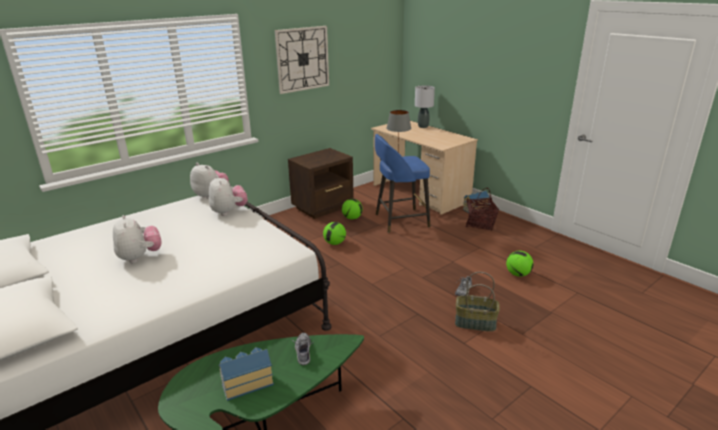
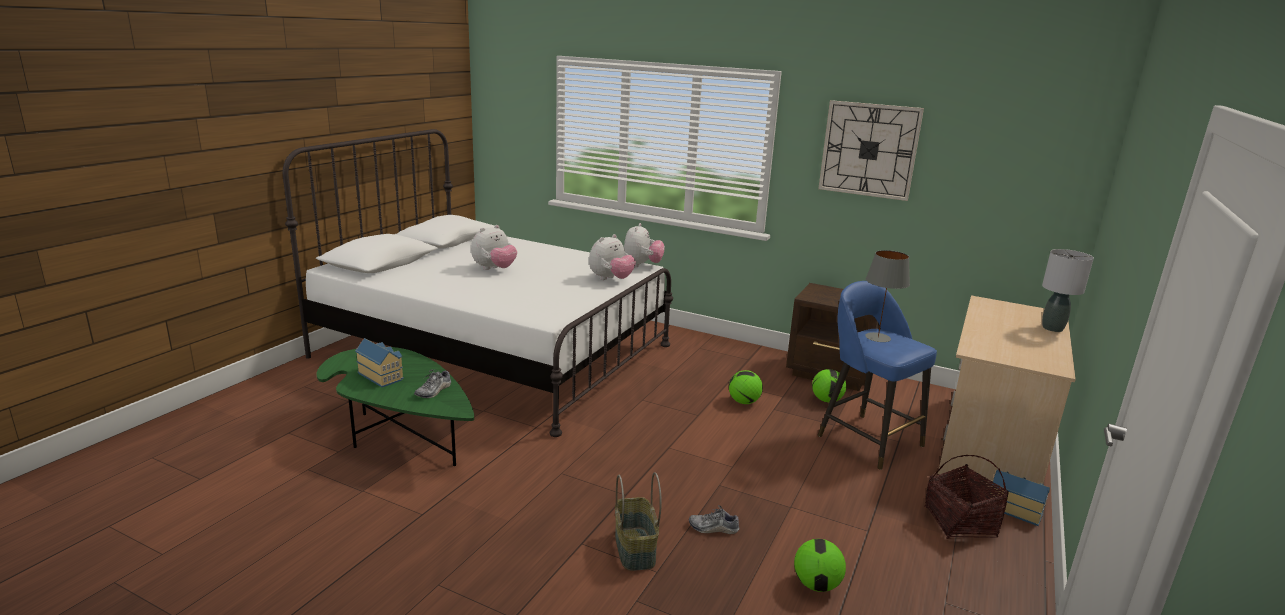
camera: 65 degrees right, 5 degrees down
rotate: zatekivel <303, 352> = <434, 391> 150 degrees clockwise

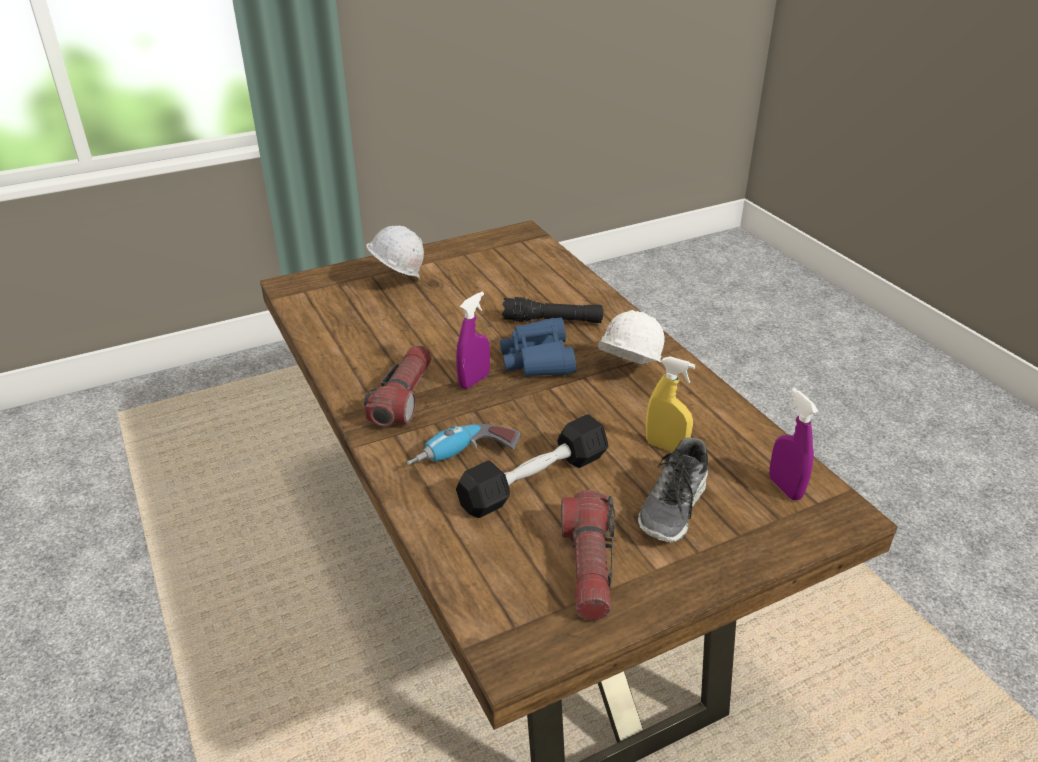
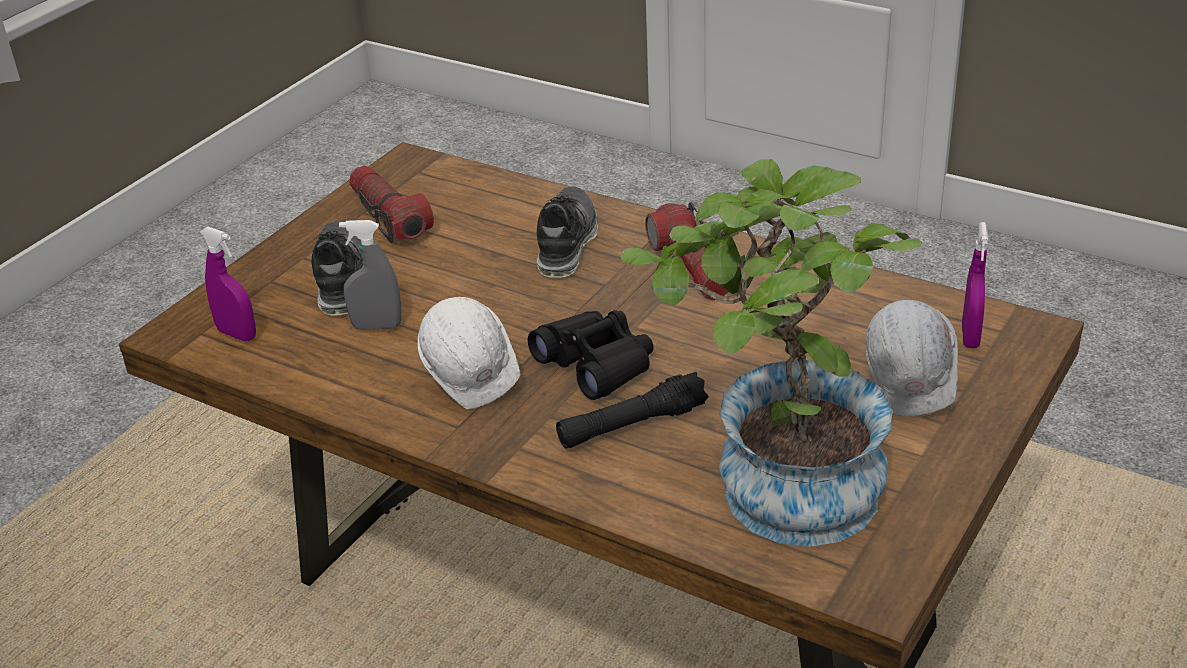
camera: 150 degrees right, 0 degrees up
delete: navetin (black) <534, 480>
insert: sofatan <776, 496>
move: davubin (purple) <474, 381> to <970, 336>
replace: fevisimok <464, 458> to zatekivel <566, 244>
recolor: davubin (yellow) <666, 447> to davubin (grey) <377, 326>; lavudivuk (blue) <538, 359> to lavudivuk (black) <596, 364>

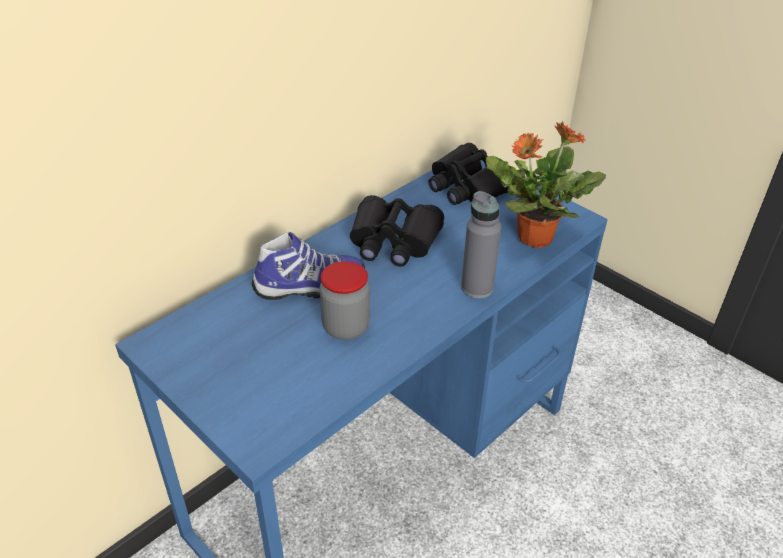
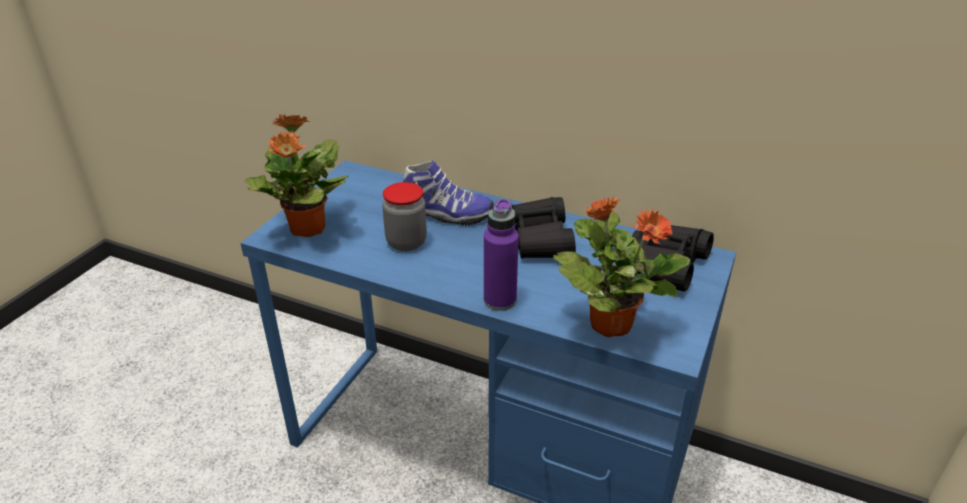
camera: 70 degrees right, 5 degrees down
insert: sofatan <307, 229>
recolor: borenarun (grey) <477, 288> to borenarun (purple) <500, 300>
rotate: zatekivel <310, 287> = <444, 215> 45 degrees counterclockwise

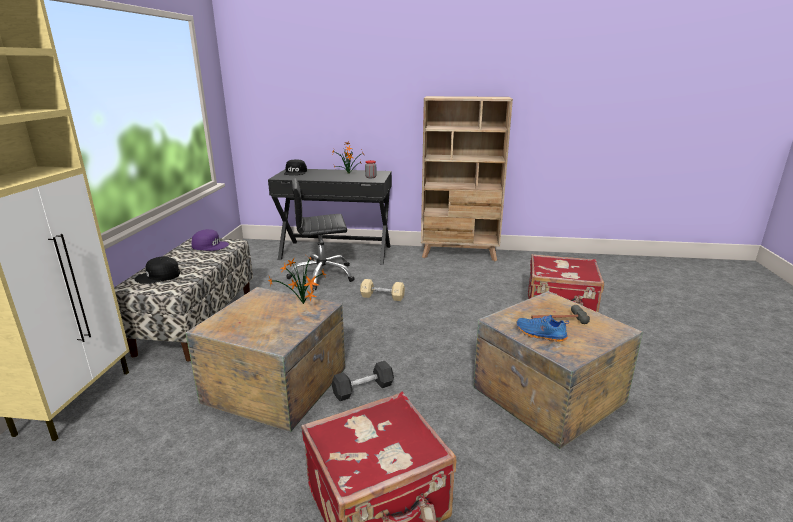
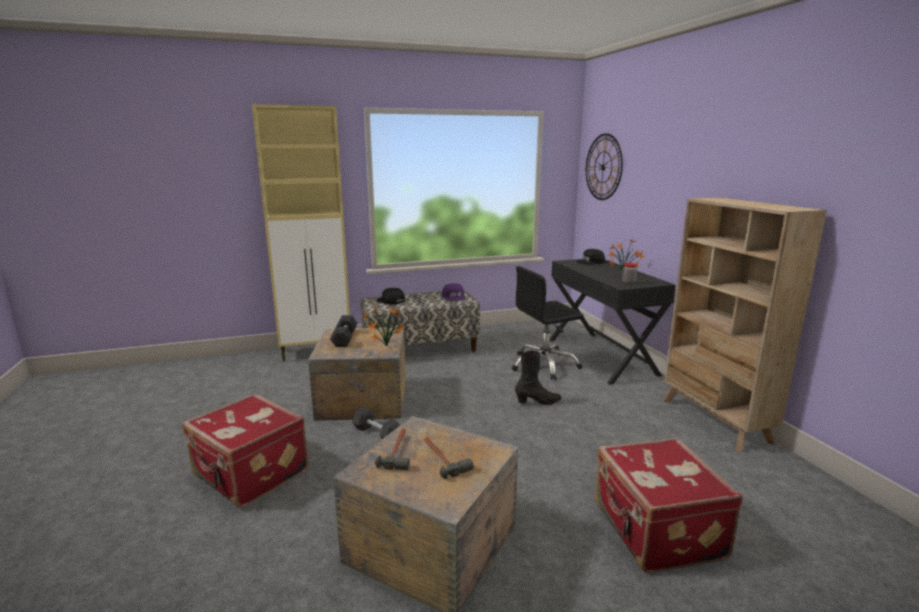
camera: 65 degrees right, 5 degrees down
insert: navetin (black) <344, 338>; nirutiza <603, 167>
replace: zatekivel (blue) <540, 335> to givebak <398, 452>; navetin (beige) <382, 297> to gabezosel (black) <538, 402>
rotate: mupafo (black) <322, 275> = <544, 365> 75 degrees counterclockwise

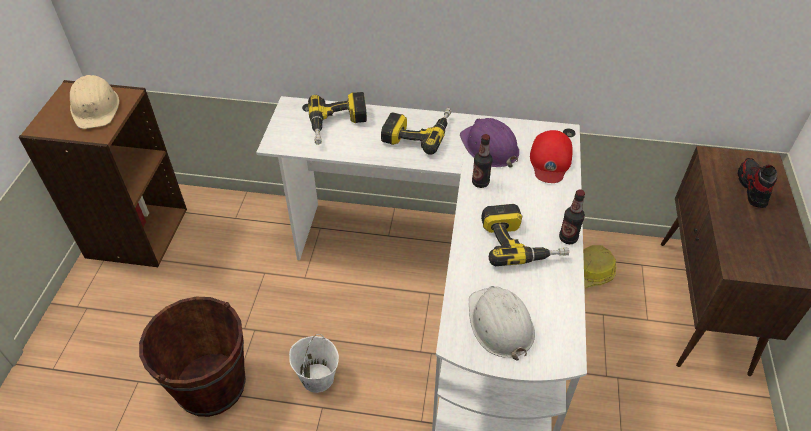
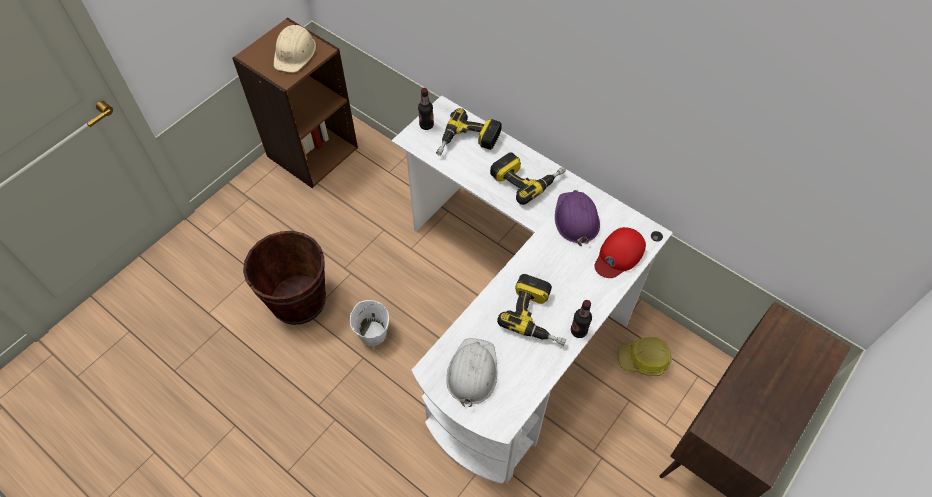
camera: 30 degrees right, 10 degrees up
delete: zatekivel <752, 187>
move: borenarun <480, 183> to <426, 125>

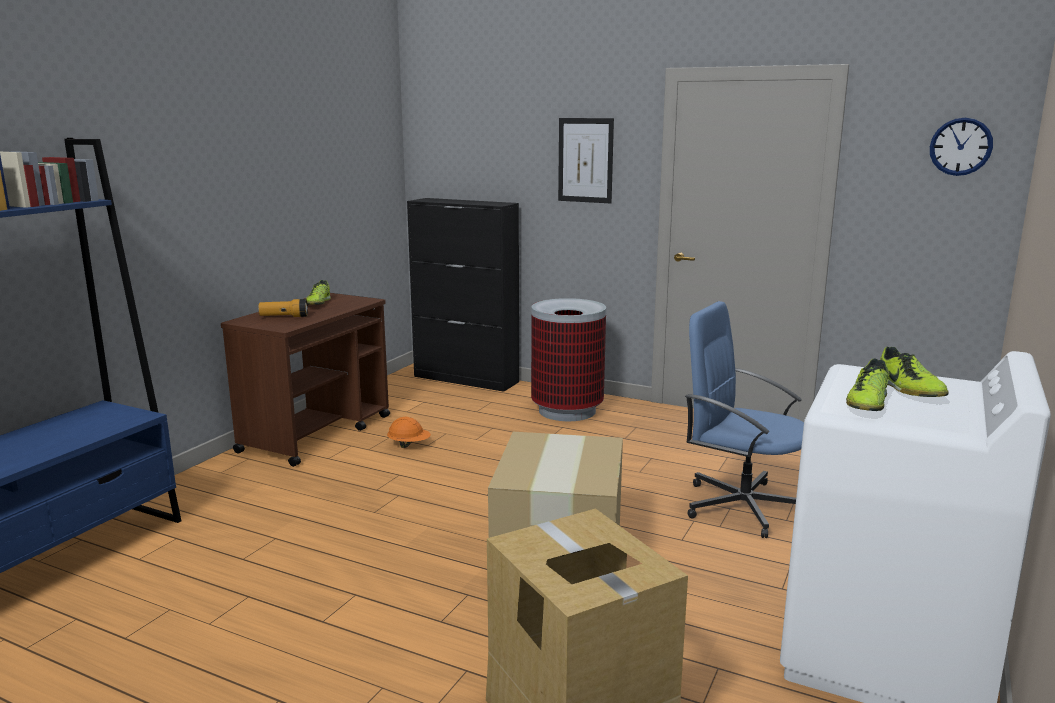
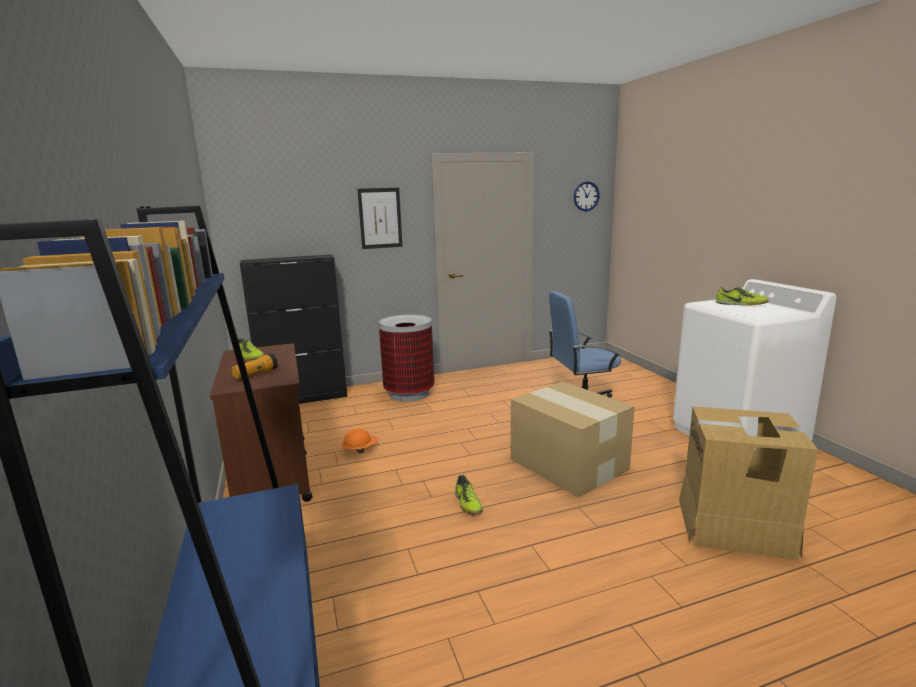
camera: 45 degrees left, 0 degrees up
move: zatekivel <867, 404> to <467, 503>

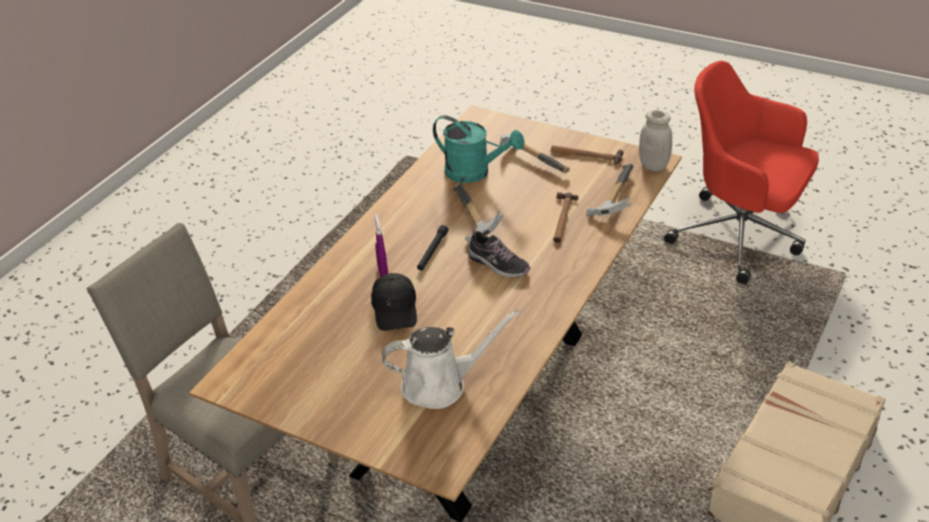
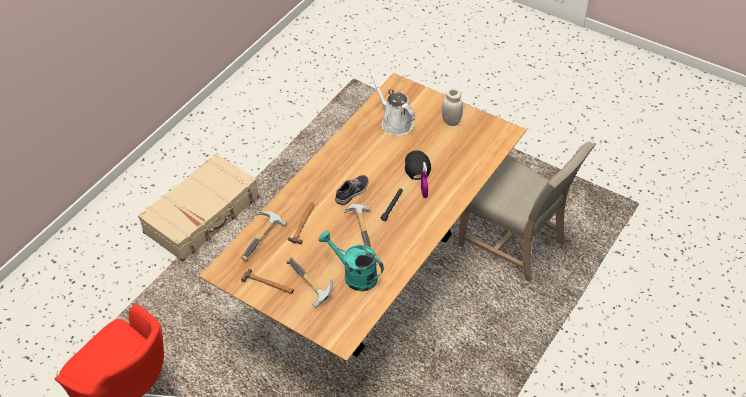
camera: 175 degrees left, 10 degrees up
move: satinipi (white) <654, 165> to <451, 121>
rotate: zatekivel <498, 264> = <352, 192> 90 degrees clockwise; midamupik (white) <440, 385> = <394, 122> 60 degrees clockwise

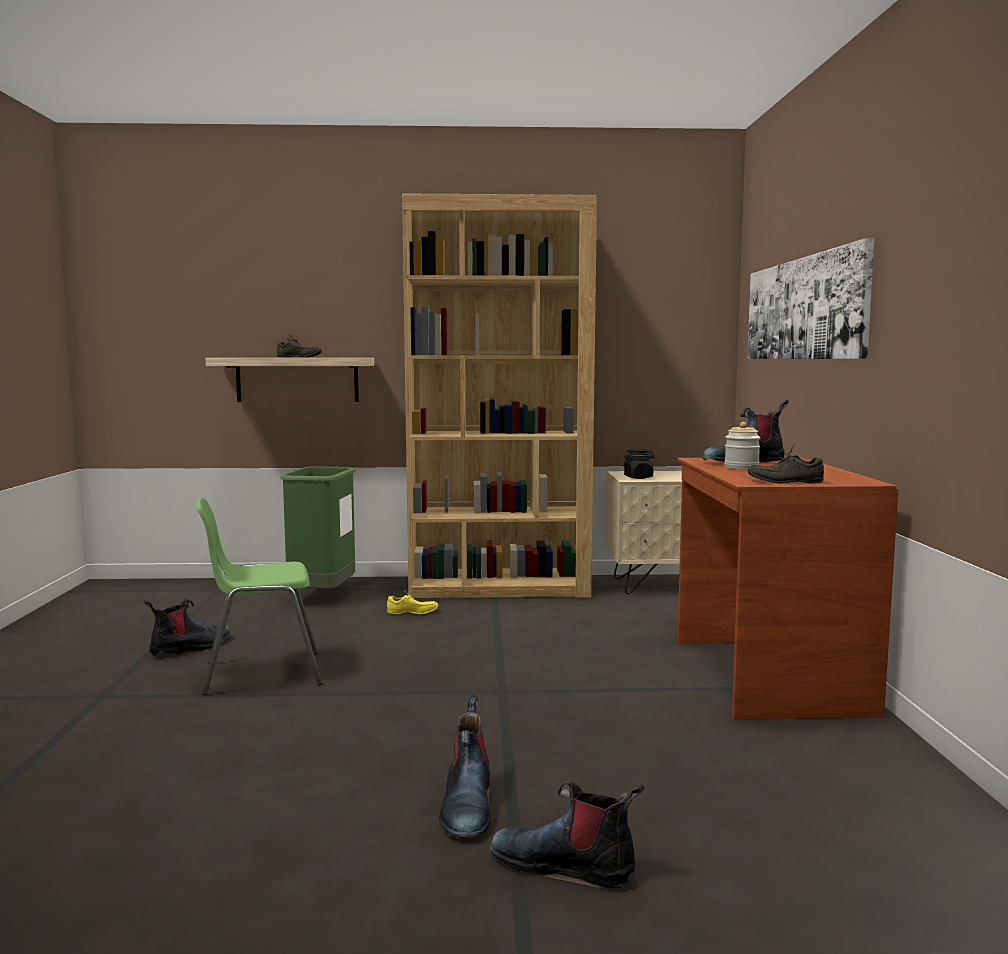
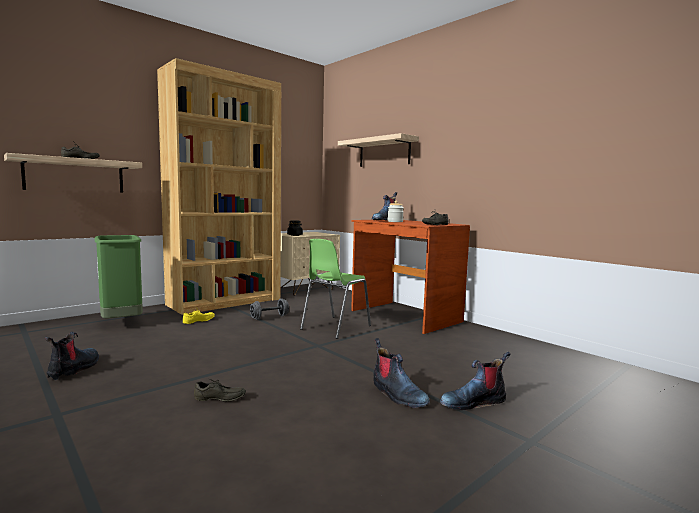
camera: 40 degrees left, 0 degrees up
insert: zatekivel (grey) <219, 399>; navetin (grey) <269, 317>
move: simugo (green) <261, 673> to <334, 327>
replace: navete <803, 309> to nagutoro <384, 153>

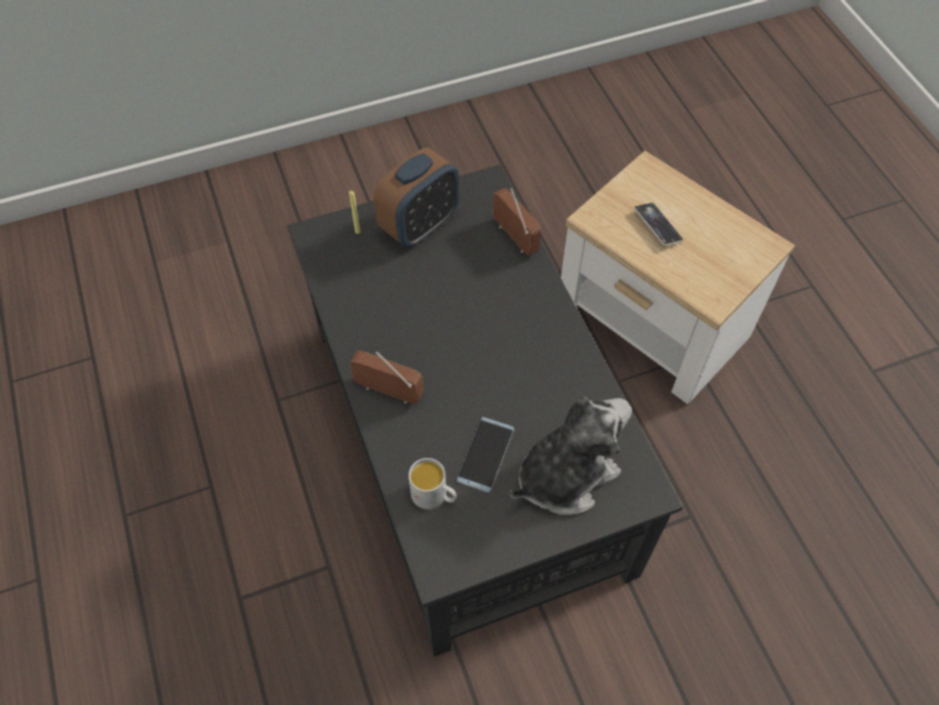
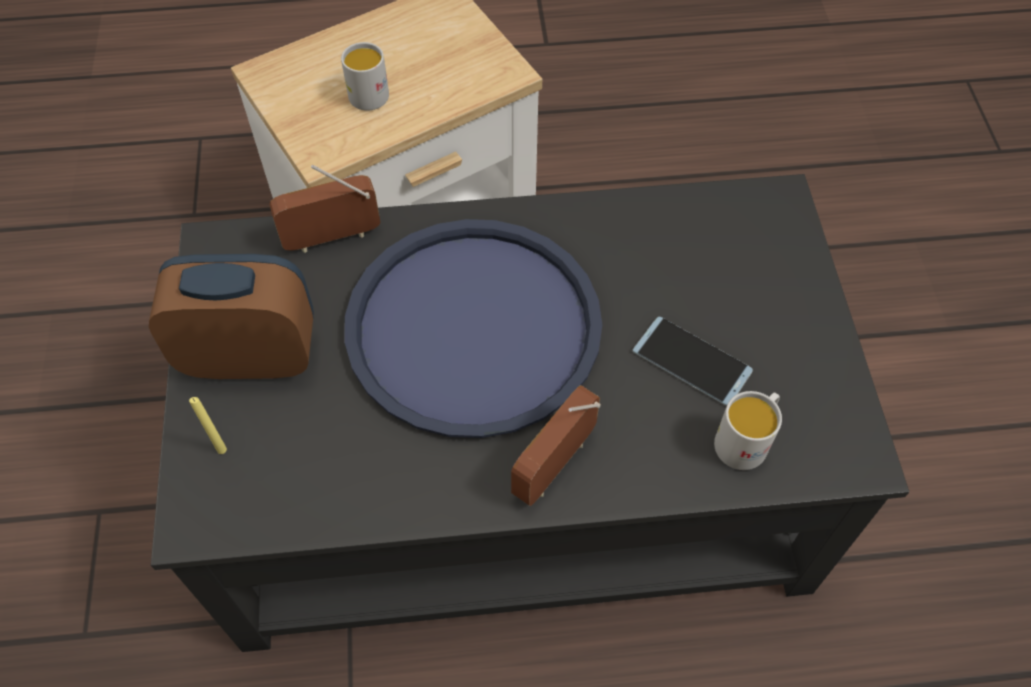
camera: 75 degrees left, 0 degrees up
delete: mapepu <564, 475>
insert: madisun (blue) <473, 327>
replace: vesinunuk <657, 226> to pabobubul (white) <367, 91>
rotate: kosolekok <419, 225> = <251, 355> 60 degrees counterclockwise

